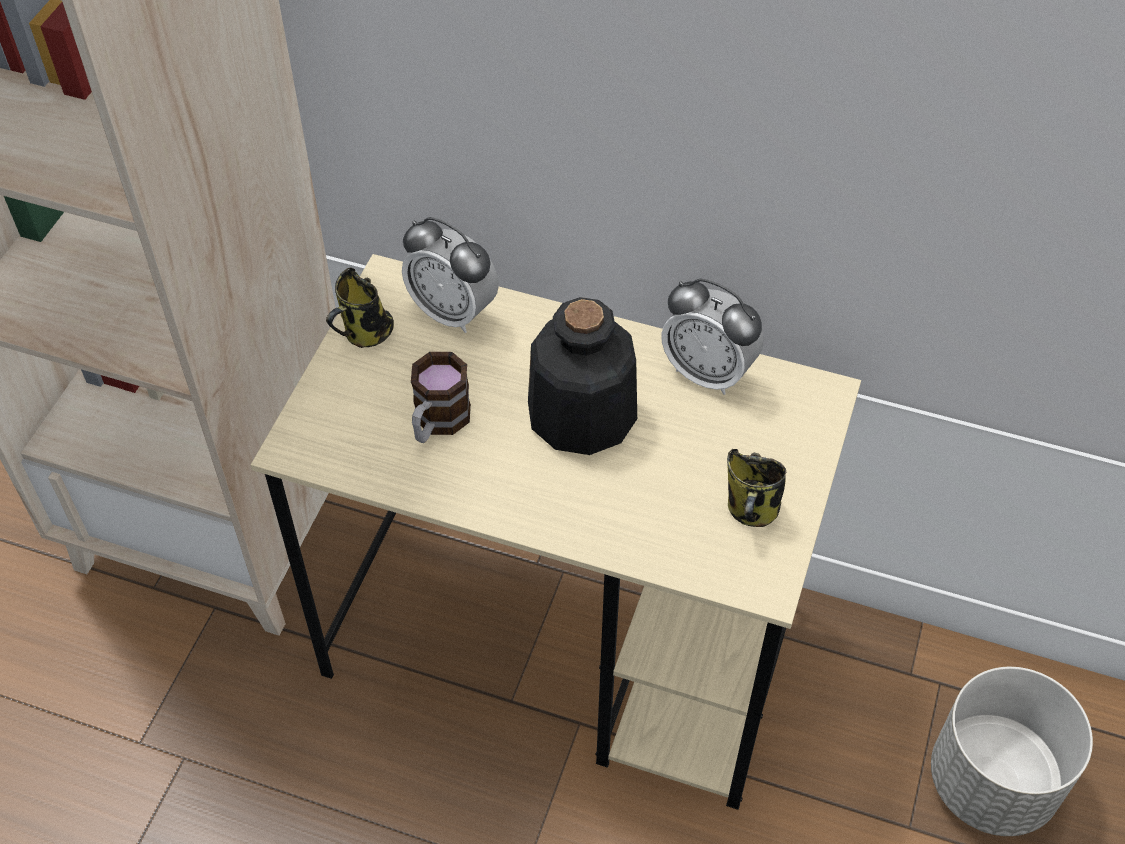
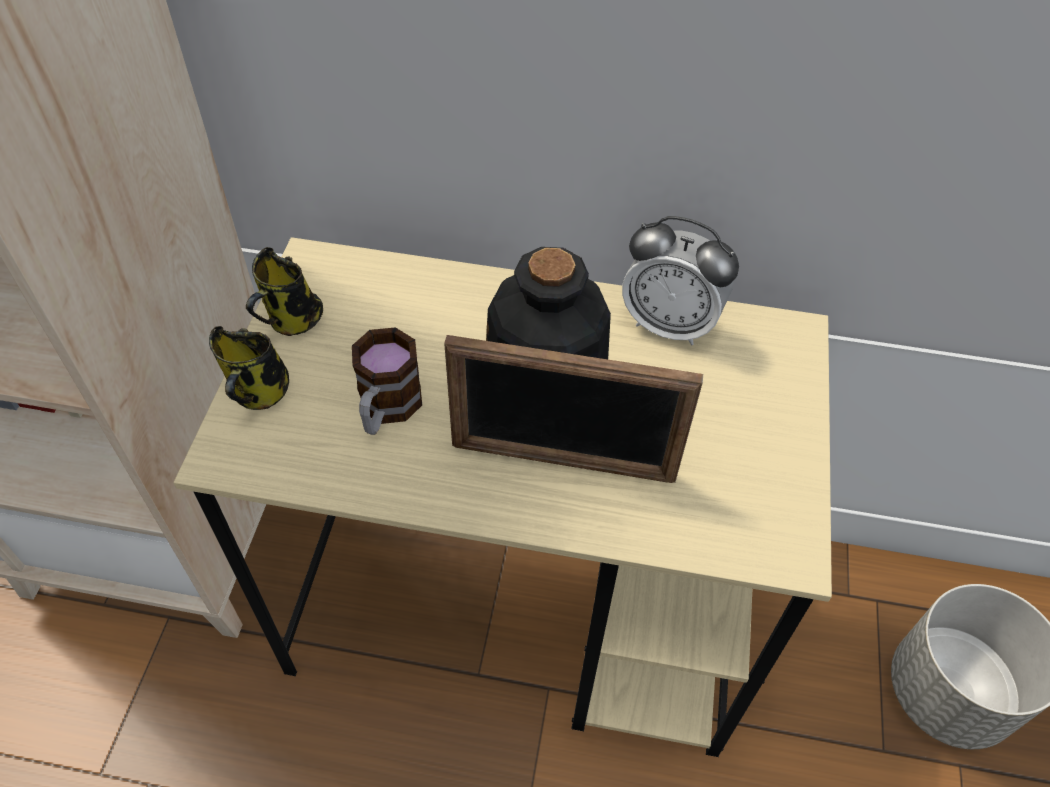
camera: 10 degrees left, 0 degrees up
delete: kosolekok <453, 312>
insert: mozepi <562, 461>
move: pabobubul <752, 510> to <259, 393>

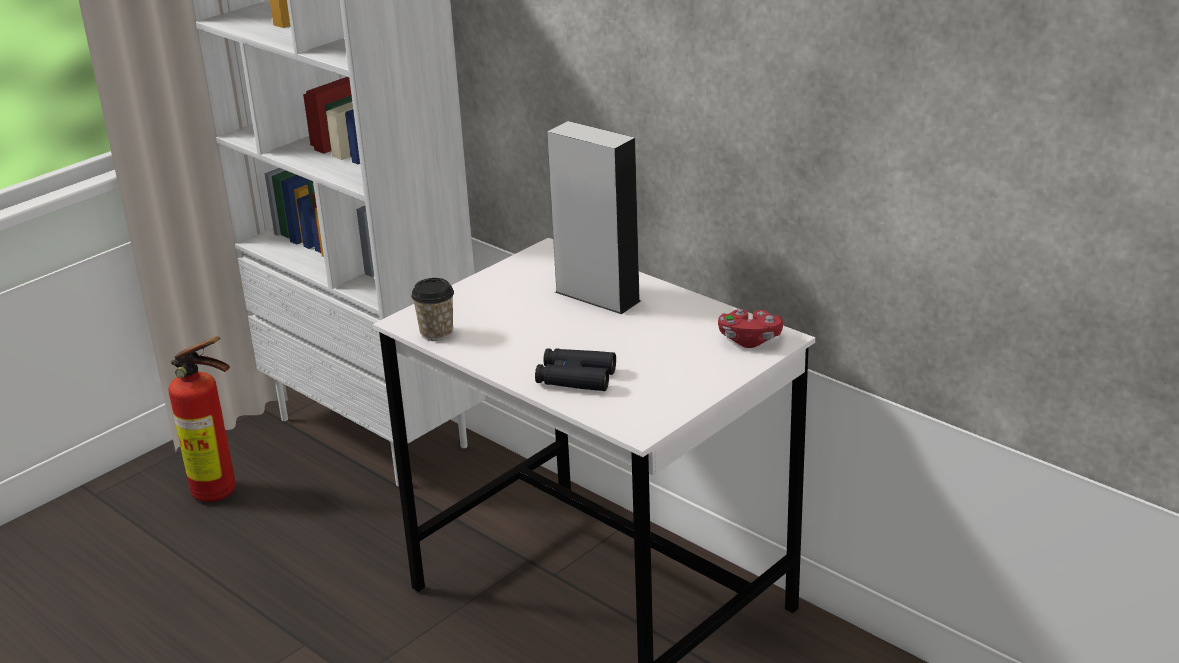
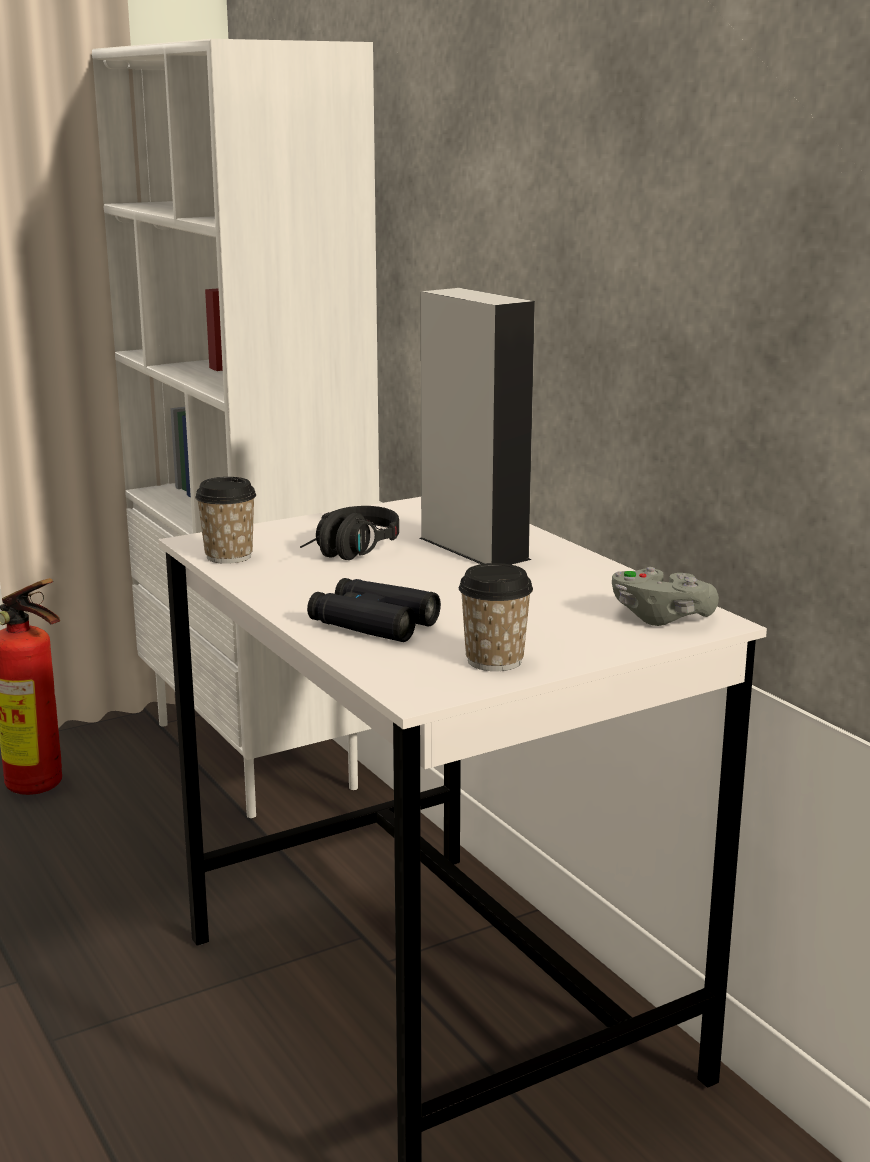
camera: 15 degrees right, 10 degrees down
insert: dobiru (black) <349, 553>; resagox <494, 660>
recolor: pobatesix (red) <749, 340> to pobatesix (grey) <661, 617>

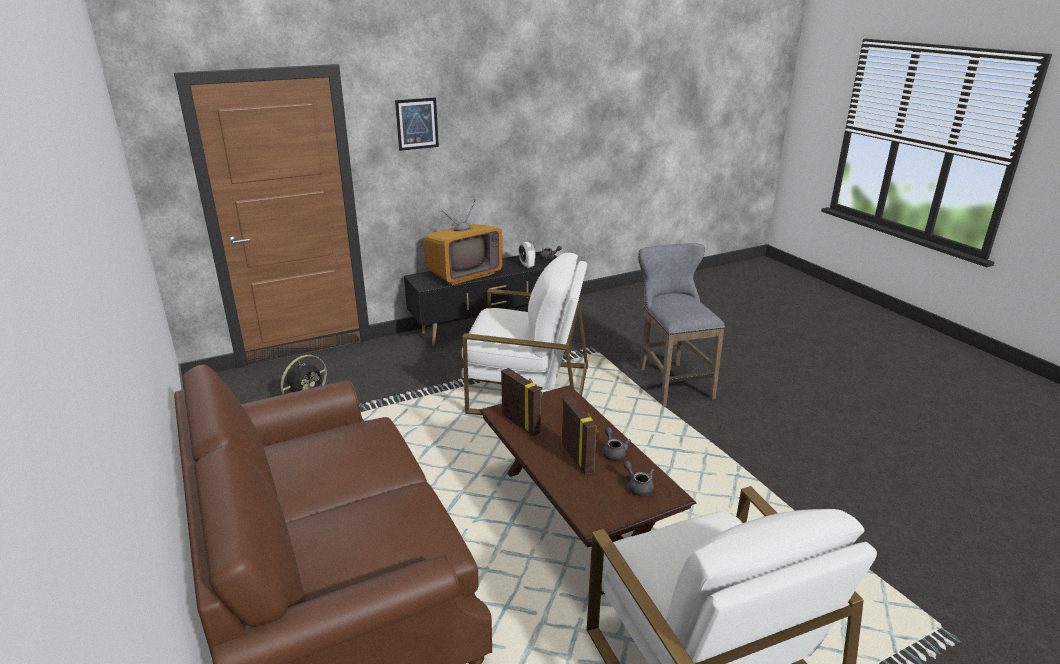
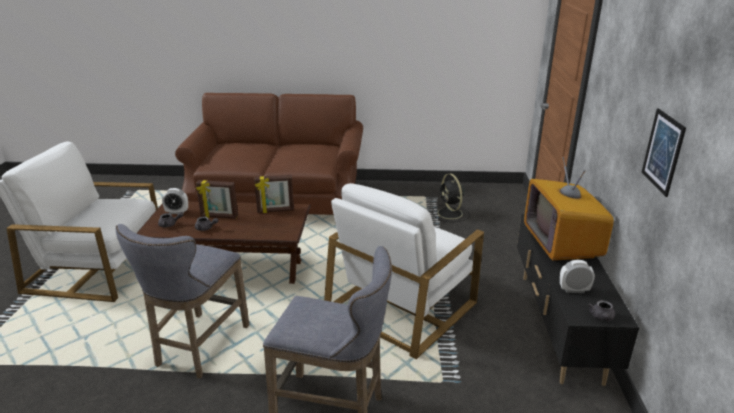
camera: 120 degrees right, 0 degrees up
insert: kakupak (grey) <198, 348>; kosolekok <177, 212>
move: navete <417, 124> to <663, 151>

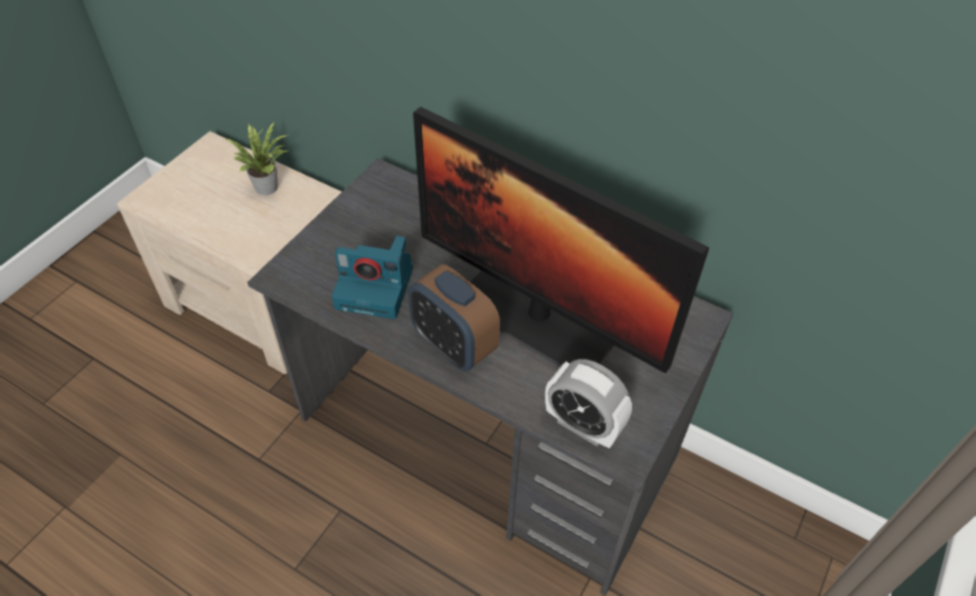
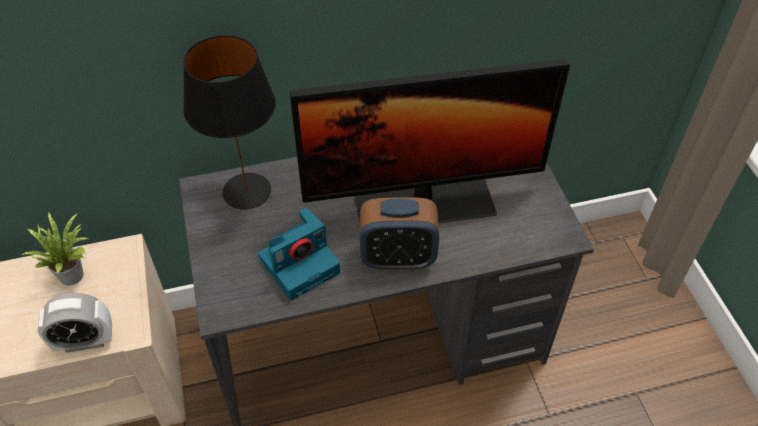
camera: 45 degrees left, 0 degrees up
insert: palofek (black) <246, 191>
move: kosolekok <583, 425> to <85, 341>

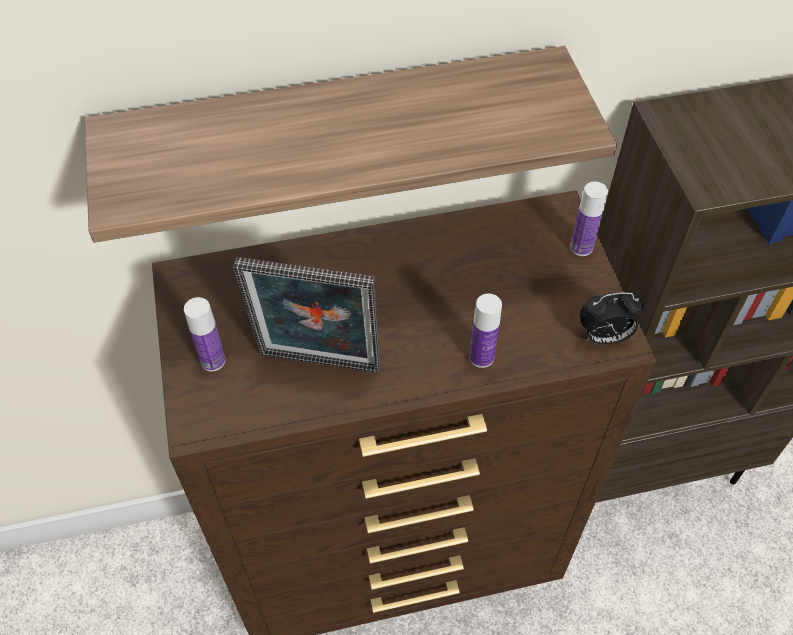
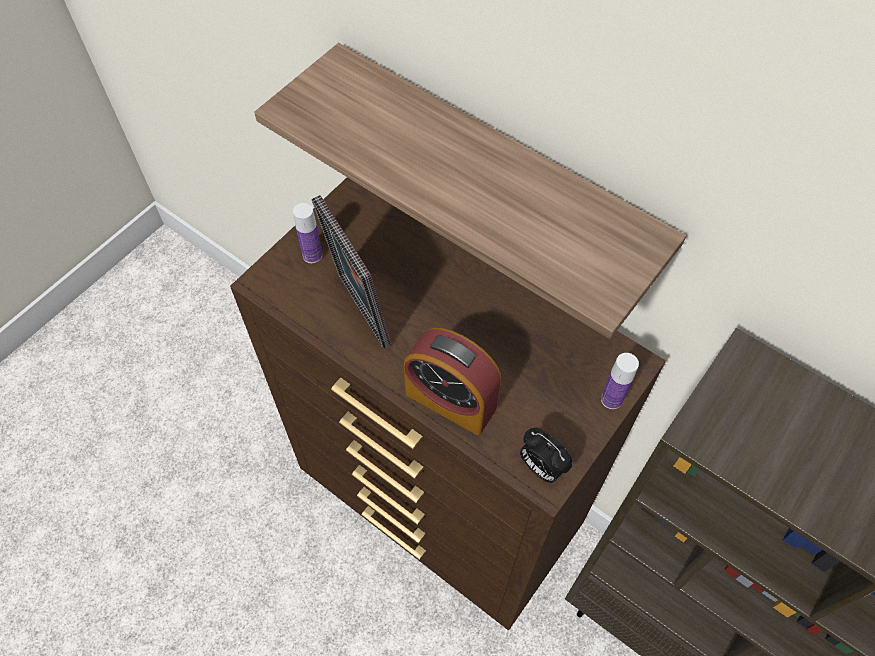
camera: 50 degrees right, 5 degrees up
replace: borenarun <481, 357> to kosolekok <450, 400>

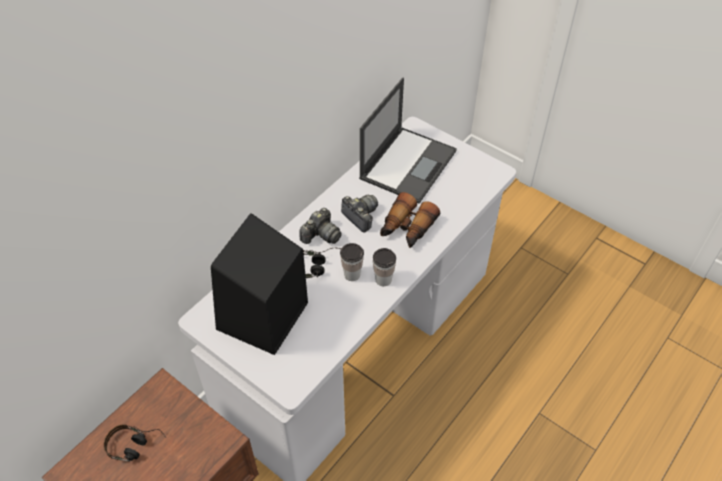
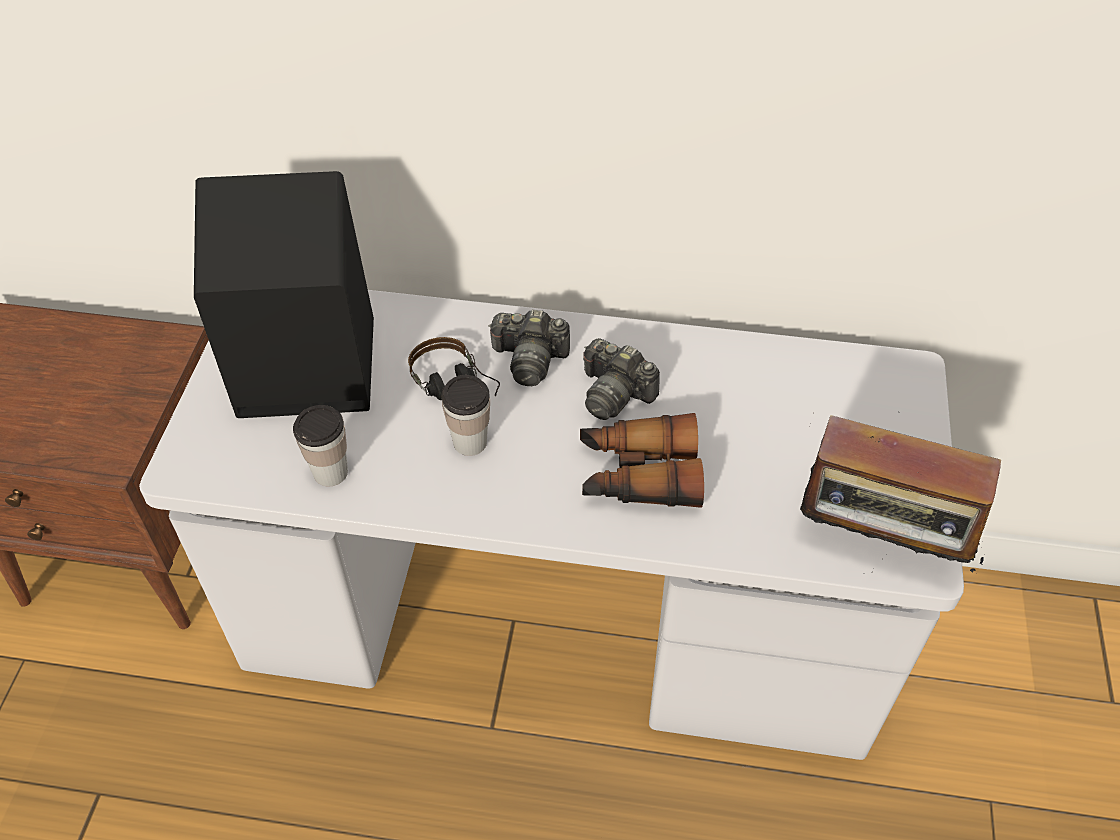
camera: 60 degrees right, 0 degrees up
delete: dobiru <137, 447>; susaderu <408, 164>
insert: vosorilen <879, 545>
move: resagox <383, 279> to <330, 472>
rotate: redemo <360, 216> = <614, 394> 105 degrees clockwise

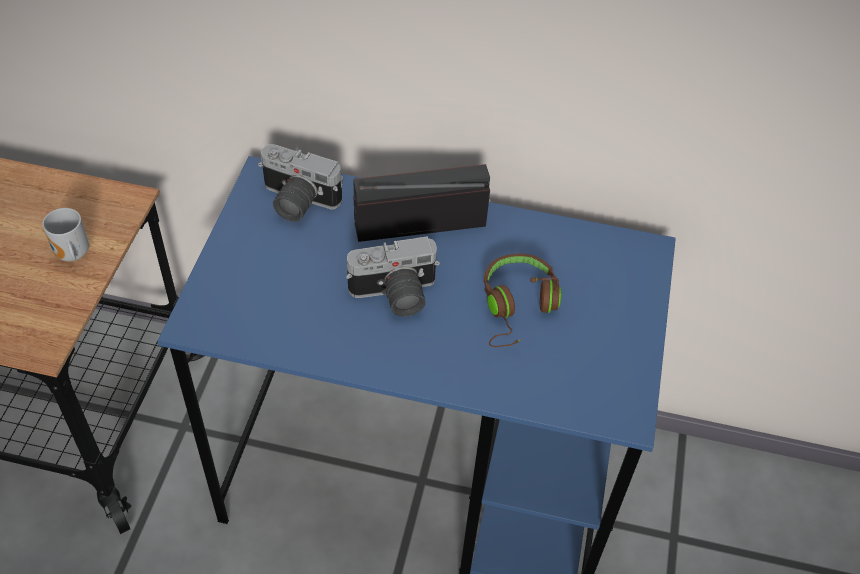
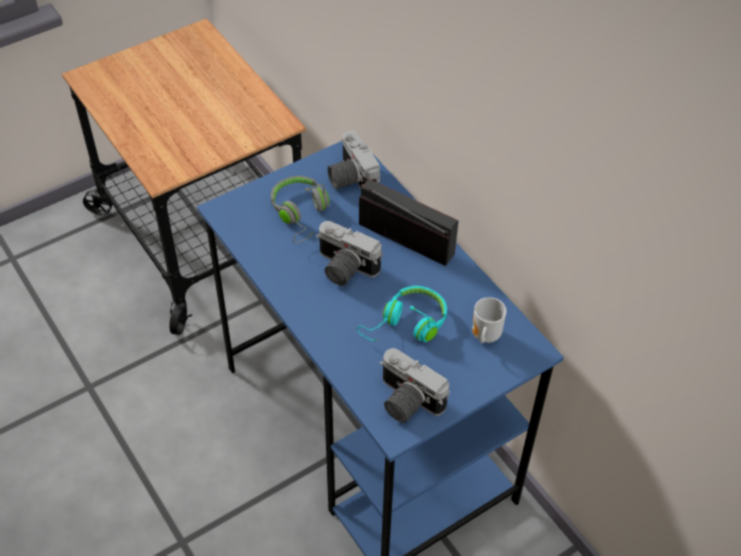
camera: 45 degrees right, 0 degrees up
insert: dobiru (grey) <301, 214>; redemo <405, 401>
move: pabobubul <72, 256> to <484, 336>
recolor: dobiru (brown) <517, 307> to dobiru (turquoise) <406, 325>

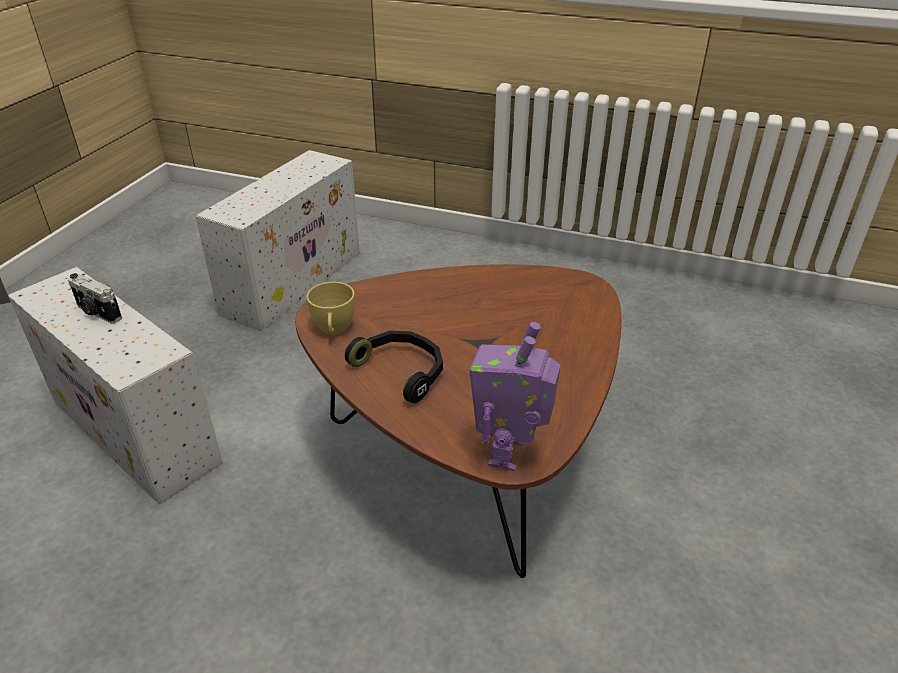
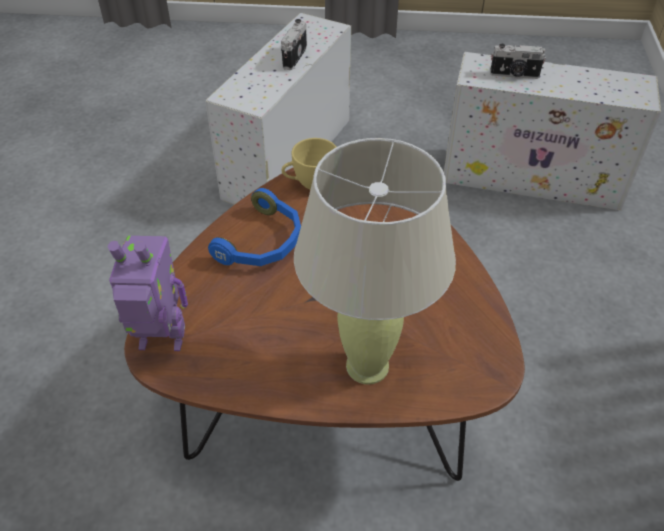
camera: 75 degrees right, 10 degrees up
insert: palofek (beige) <367, 366>; redemo <514, 75>
recolor: dobiru (black) <402, 371> to dobiru (blue) <263, 242>

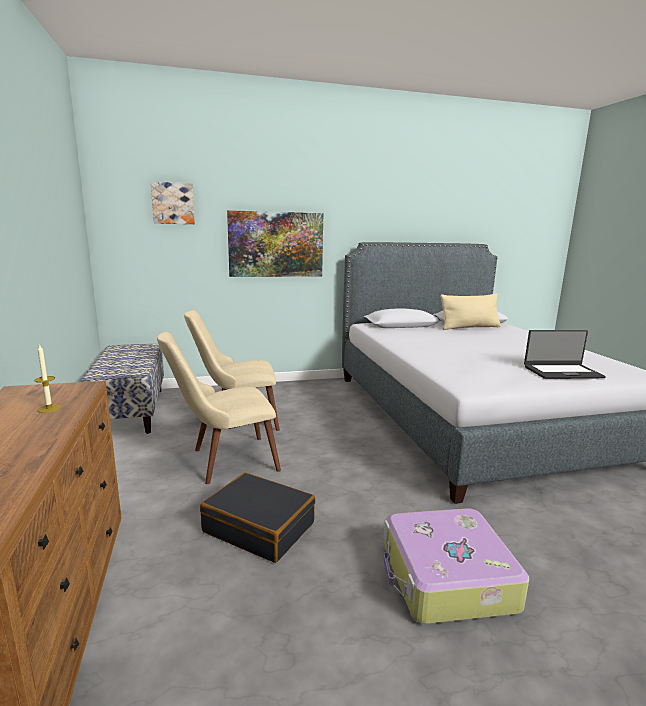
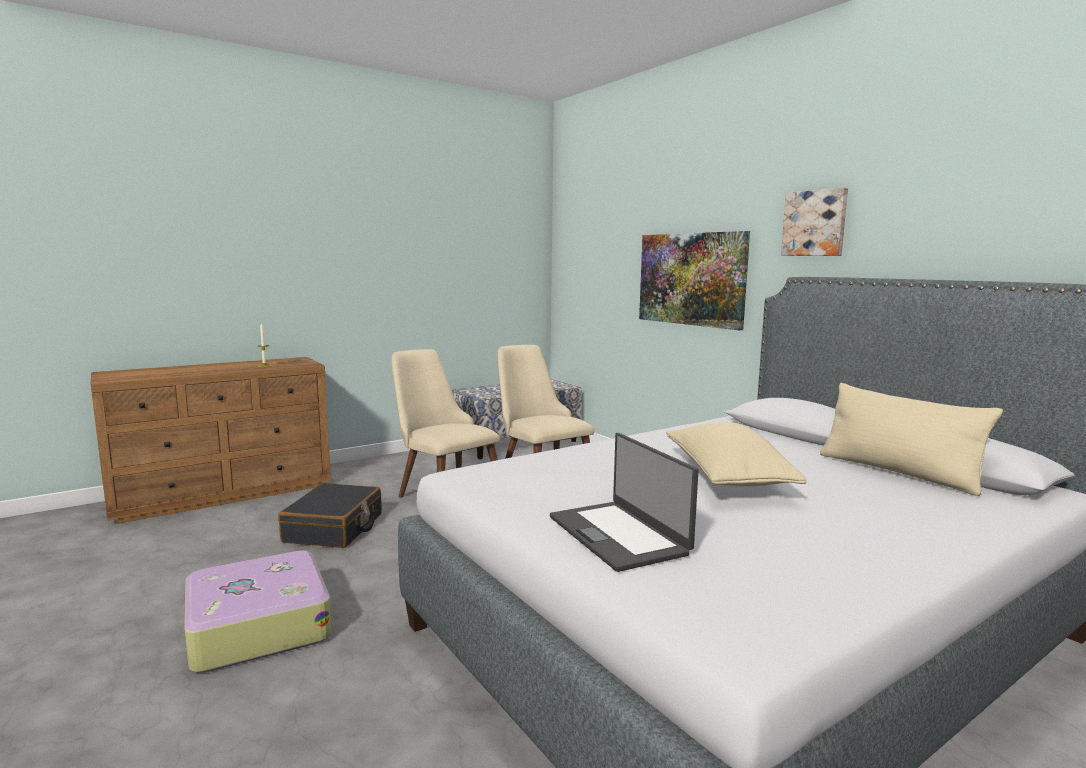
camera: 70 degrees right, 5 degrees down
insert: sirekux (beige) <726, 477>
move: navete <173, 203> to <815, 223>

